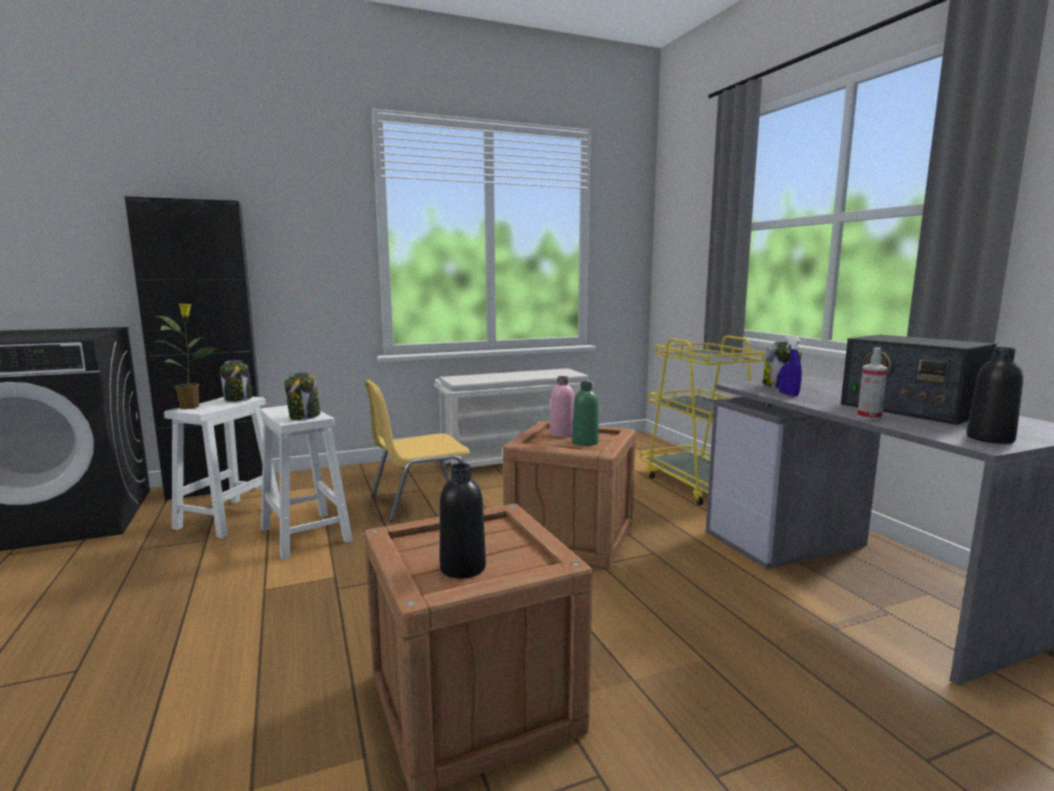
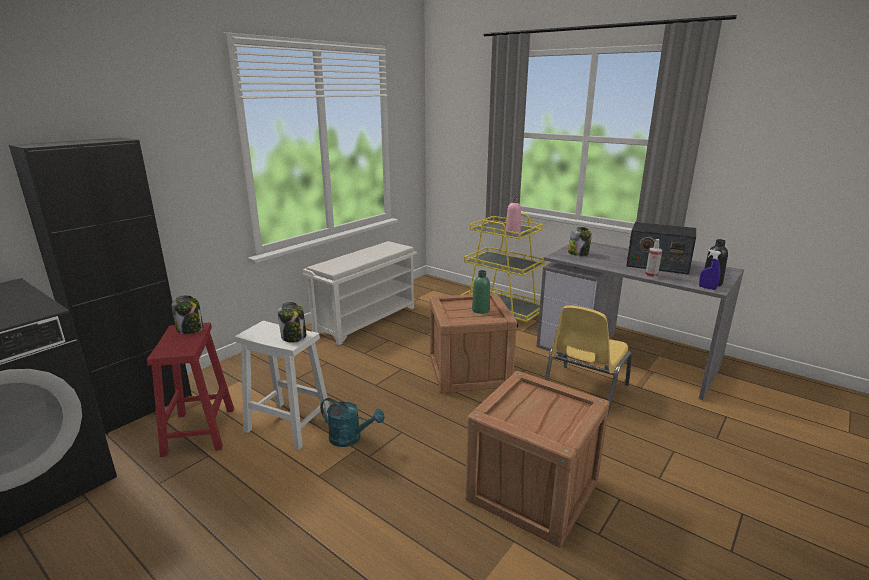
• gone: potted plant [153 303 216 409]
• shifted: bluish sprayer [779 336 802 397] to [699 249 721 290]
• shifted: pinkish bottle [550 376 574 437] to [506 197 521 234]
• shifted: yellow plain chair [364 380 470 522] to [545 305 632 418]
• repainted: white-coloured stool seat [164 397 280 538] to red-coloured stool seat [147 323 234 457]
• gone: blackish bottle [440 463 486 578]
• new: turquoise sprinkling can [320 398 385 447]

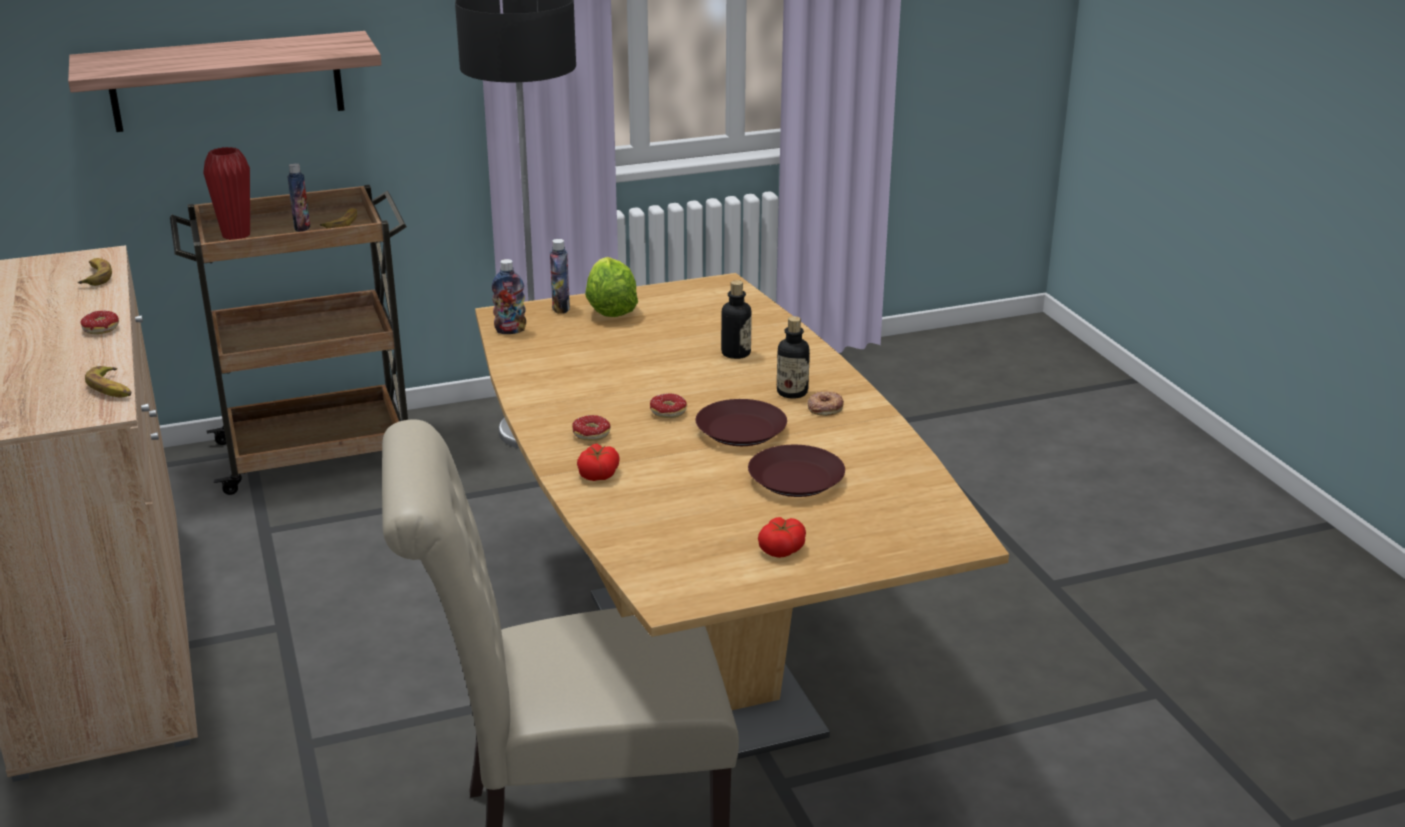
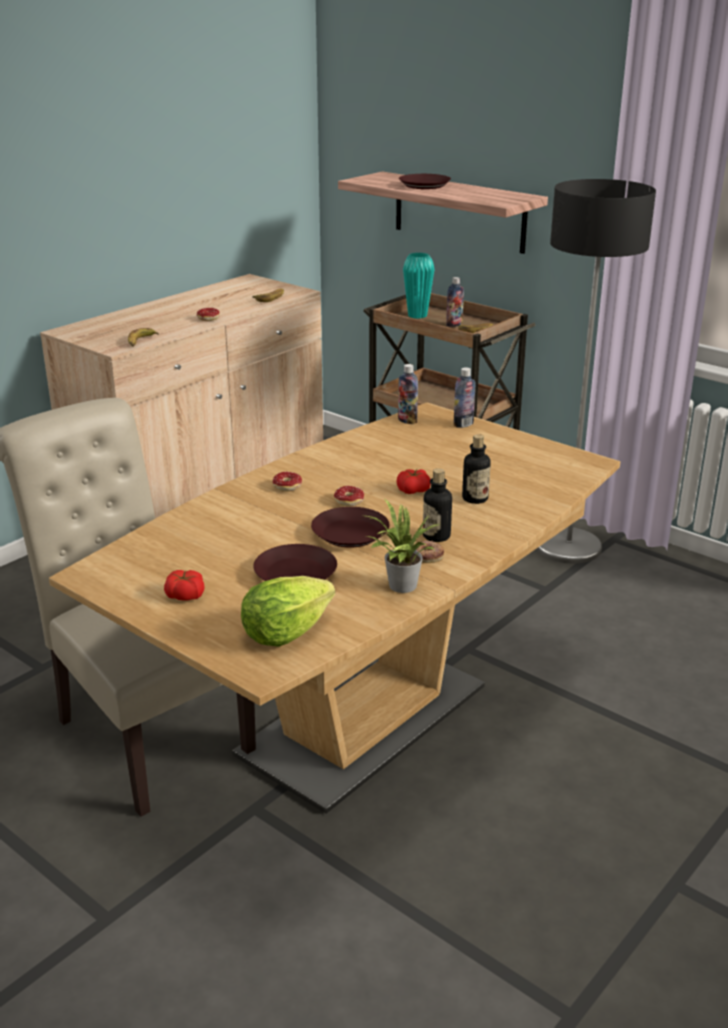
• repainted: red-coloured flower vase [203 147 250 240] to turquoise flower vase [403 253 435 319]
• shifted: head of lettuce [585 257 638 317] to [241 576 335 647]
• shifted: fresh tomato [577 444 620 481] to [396 469 431 494]
• new: brown flat dish [399 174 451 189]
• new: potted plant [366 499 439 593]

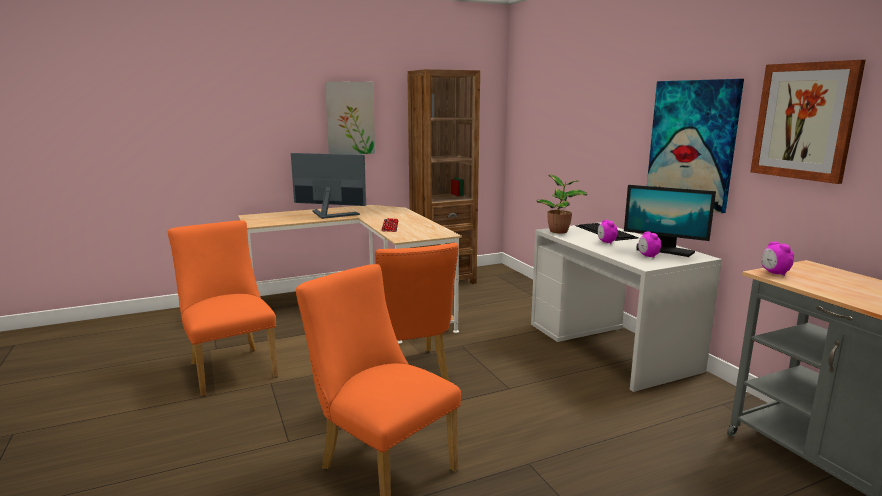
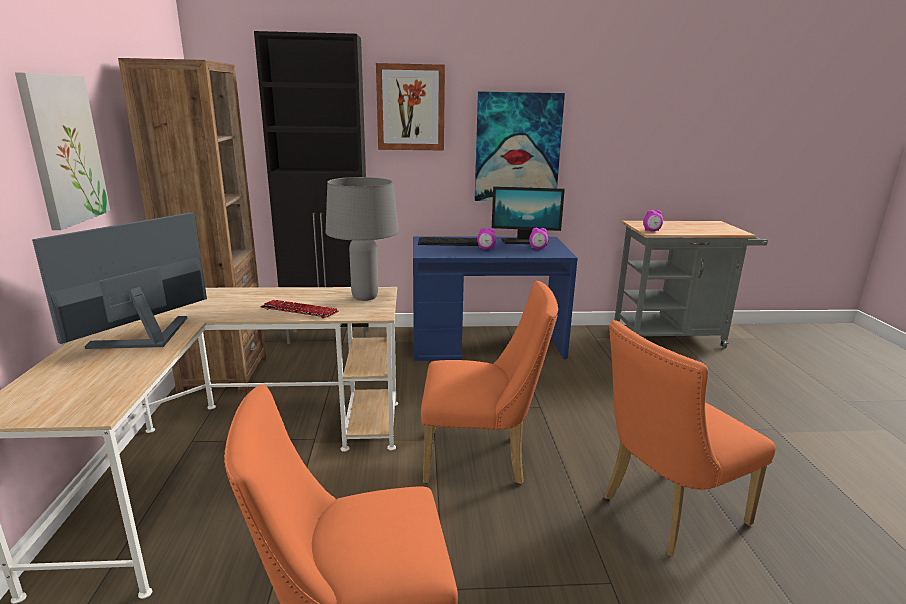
• shifted: wall art [750 60 866 184] to [376 63 445 150]
• gone: potted plant [536 174 588 233]
• rotated: monitor [624 185 716 257] = [492 186 565 246] 45 degrees clockwise
• repainted: white-coloured desk [531 222 722 392] to bluish desk [413 237 578 361]
• new: blackish cabinet [254 31 369 344]
• new: gray lamp for a table [326 177 399 301]

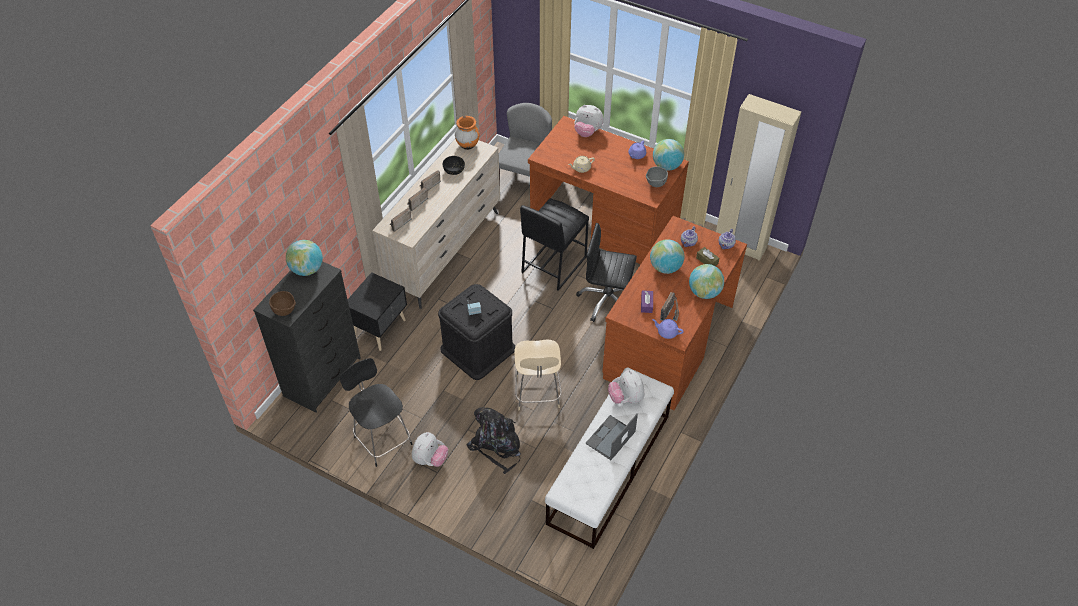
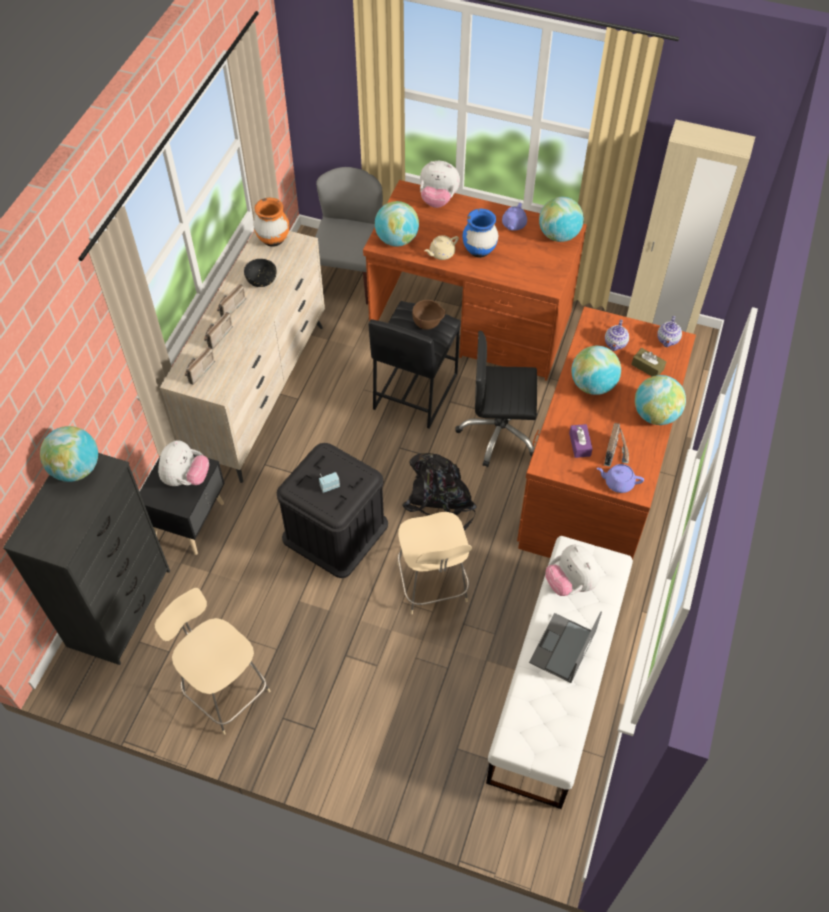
• gone: gray bowl [646 166 668 187]
• shifted: brown bowl [269 291 296 316] to [412 300 445 330]
• repainted: blackish plain chair [340 358 413 467] to beige plain chair [154 588 271 735]
• shifted: blackish rucksack [467 407 521 474] to [402 453 477 531]
• shifted: plush toy [412 432 448 467] to [158 440 209 486]
• new: globe [375 201 419 246]
• new: bluish flower vase [463 209 498 258]

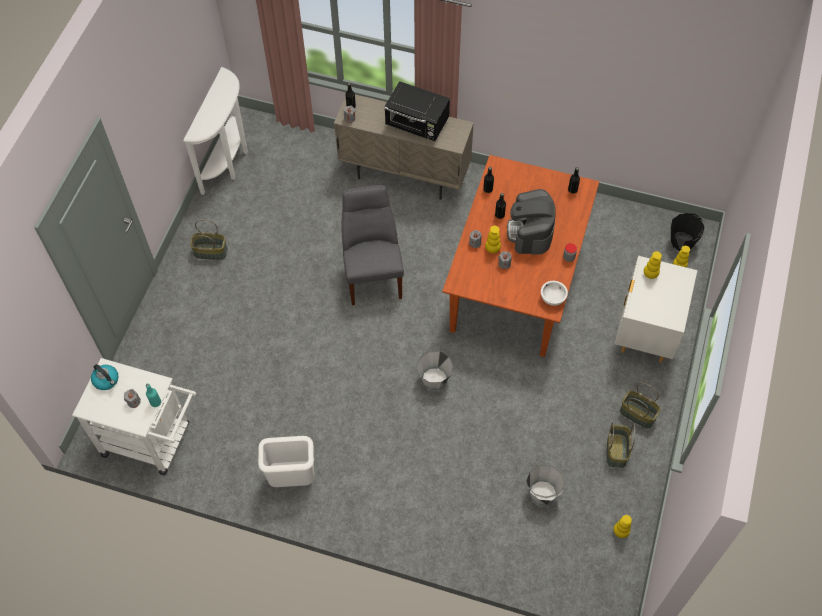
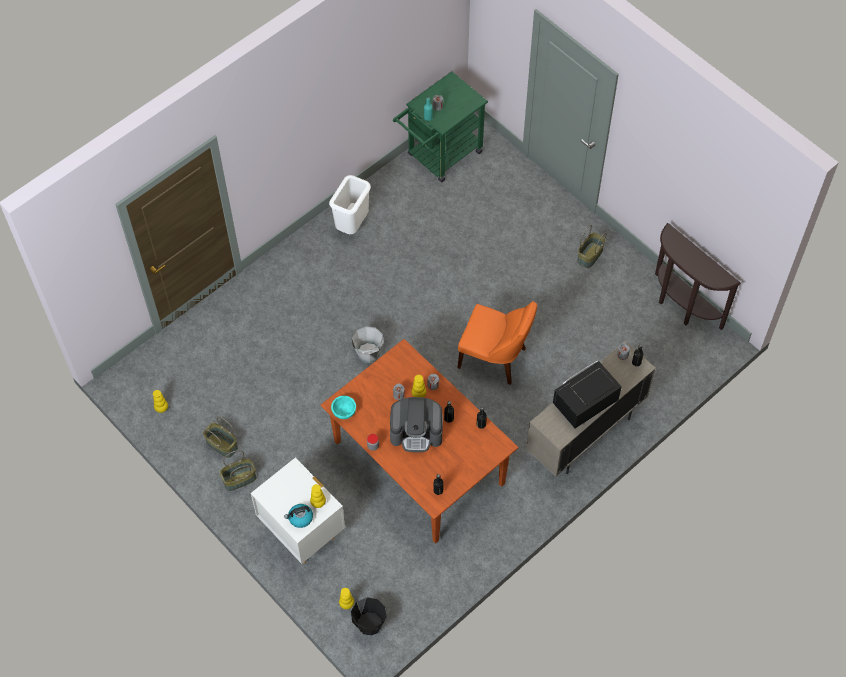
• repainted: white-coloured narrow table [183 67 248 195] to brown narrow table [655 223 741 330]
• repainted: gray plain chair [341 185 404 305] to orange plain chair [458 301 537 385]
• rotated: coffee machine [507 189 556 255] = [390 397 443 452] 150 degrees clockwise
• repainted: white-coloured bowl [541 281 568 306] to turquoise bowl [331 396 356 419]
• repainted: white-coloured wheeled cart [72 358 196 475] to greenish wheeled cart [393 71 488 182]
• shifted: kettle [91 364 118 390] to [284 504 313 528]
• gone: gray water bucket [526 465 565 506]

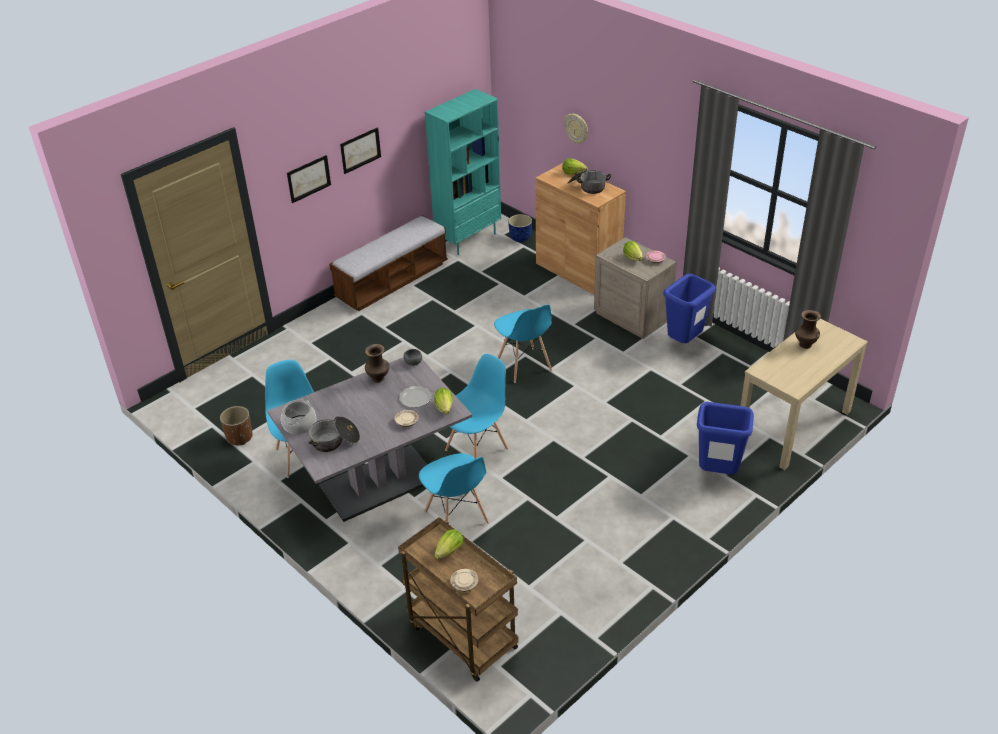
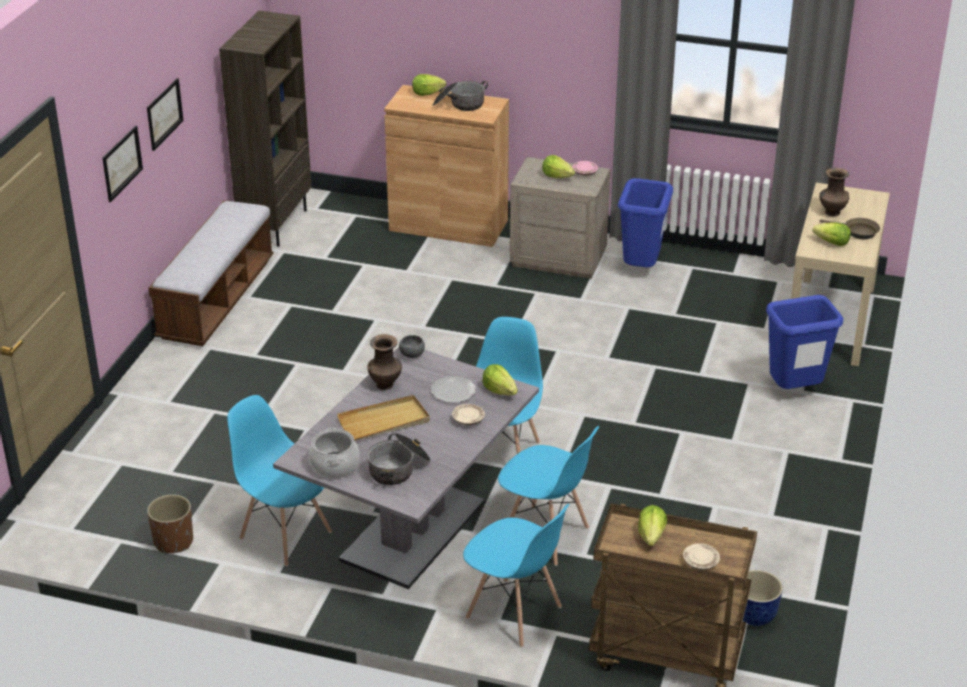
• repainted: turquoise bookshelf [425 89 501 255] to brown bookshelf [219 10 312 247]
• gone: wall clock [564 114 588 144]
• shifted: planter [508 214 532 242] to [743 570 783 626]
• shifted: bluish plain chair [494 304 552 383] to [463 504 569 648]
• new: brown frying pan [820 218 880 239]
• new: head of lettuce [812 222 851 246]
• new: beige tray [337 395 430 441]

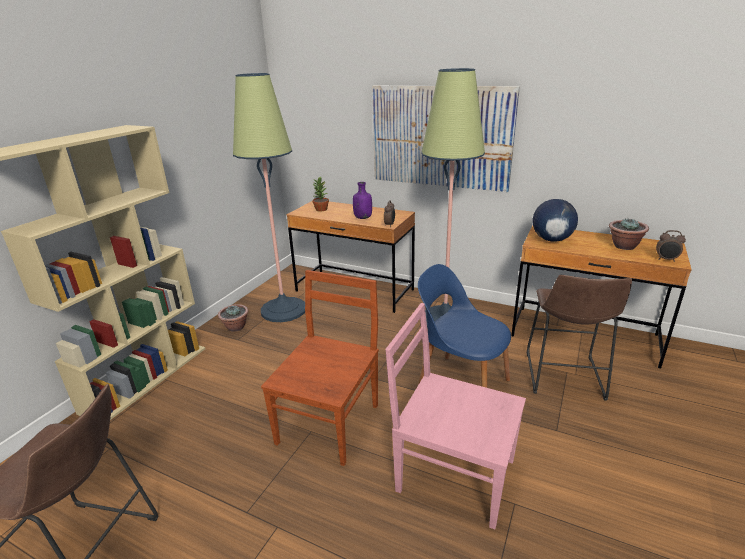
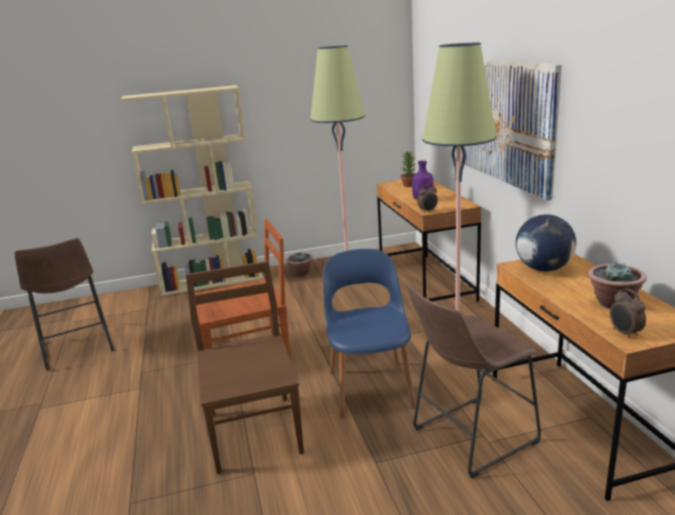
• repainted: pinkish plain chair [385 303 526 529] to brown plain chair [186 261 304 474]

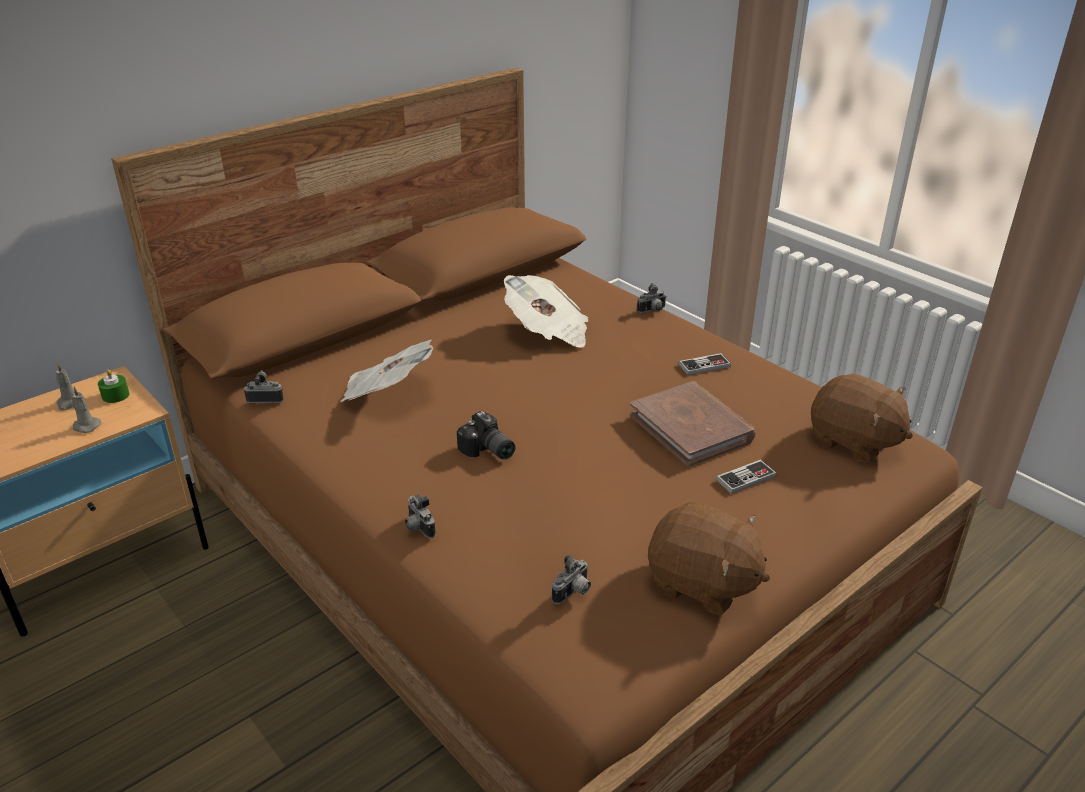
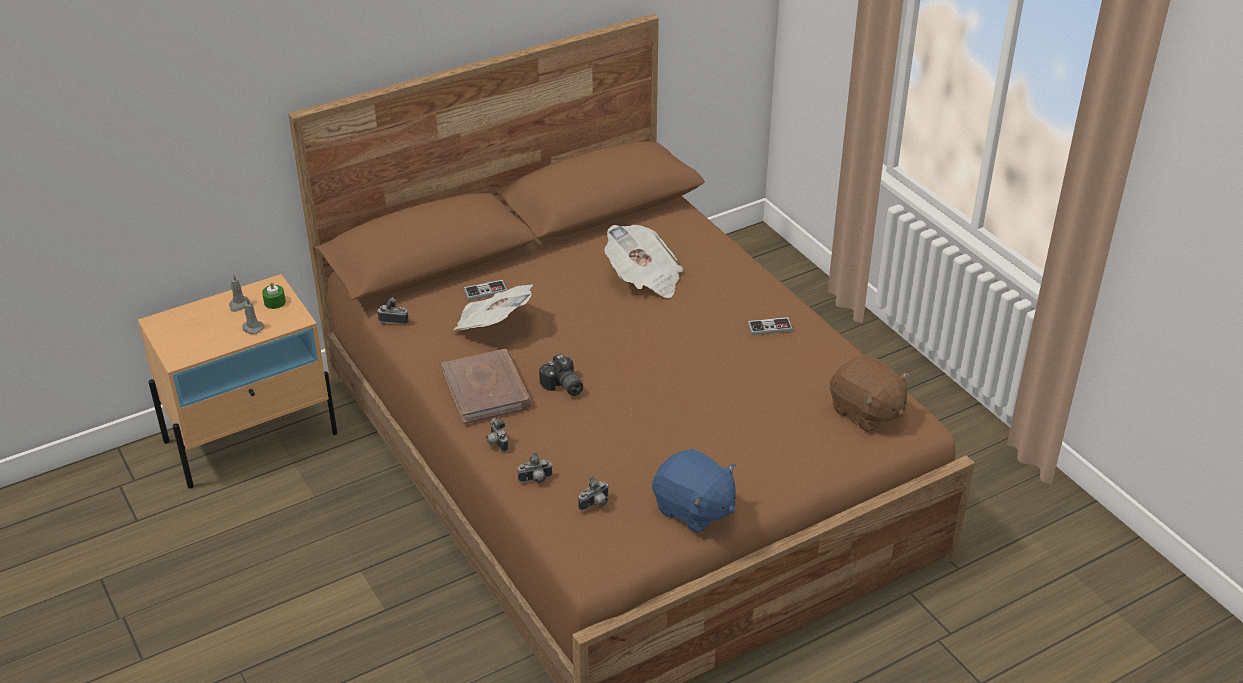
• shifted: still camera [637 283 667 313] to [518 452 553 483]
• shifted: brown book [630 381 756 467] to [442 349 532 424]
• shifted: game controller [716 460 777 494] to [464 280 507 301]
• repainted: brown plush toy [648 501 770 615] to bluish plush toy [652 449 736 533]

